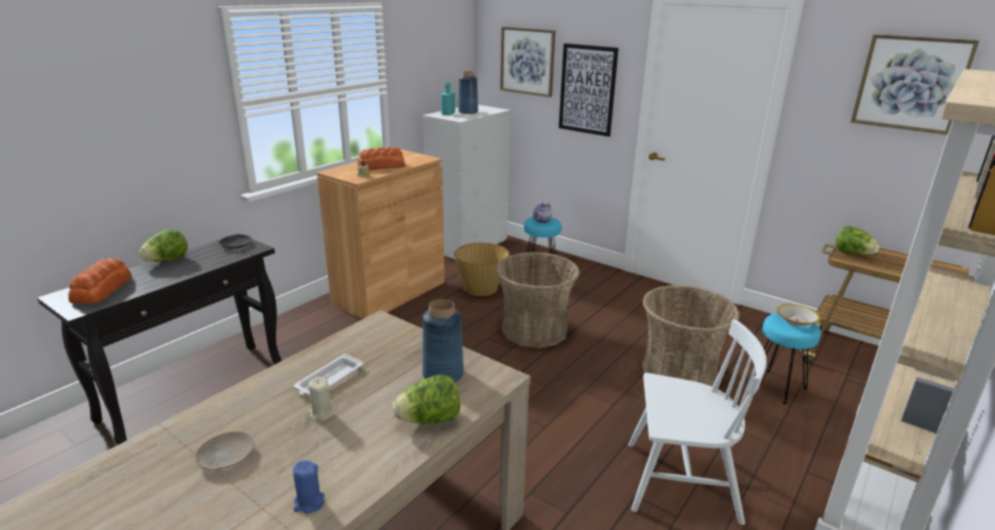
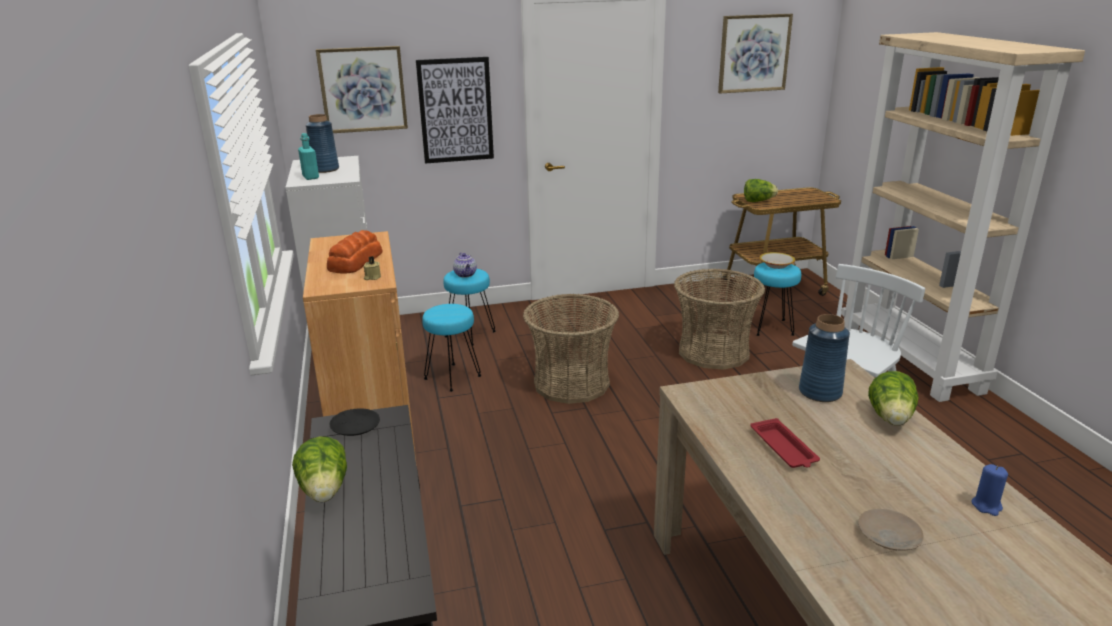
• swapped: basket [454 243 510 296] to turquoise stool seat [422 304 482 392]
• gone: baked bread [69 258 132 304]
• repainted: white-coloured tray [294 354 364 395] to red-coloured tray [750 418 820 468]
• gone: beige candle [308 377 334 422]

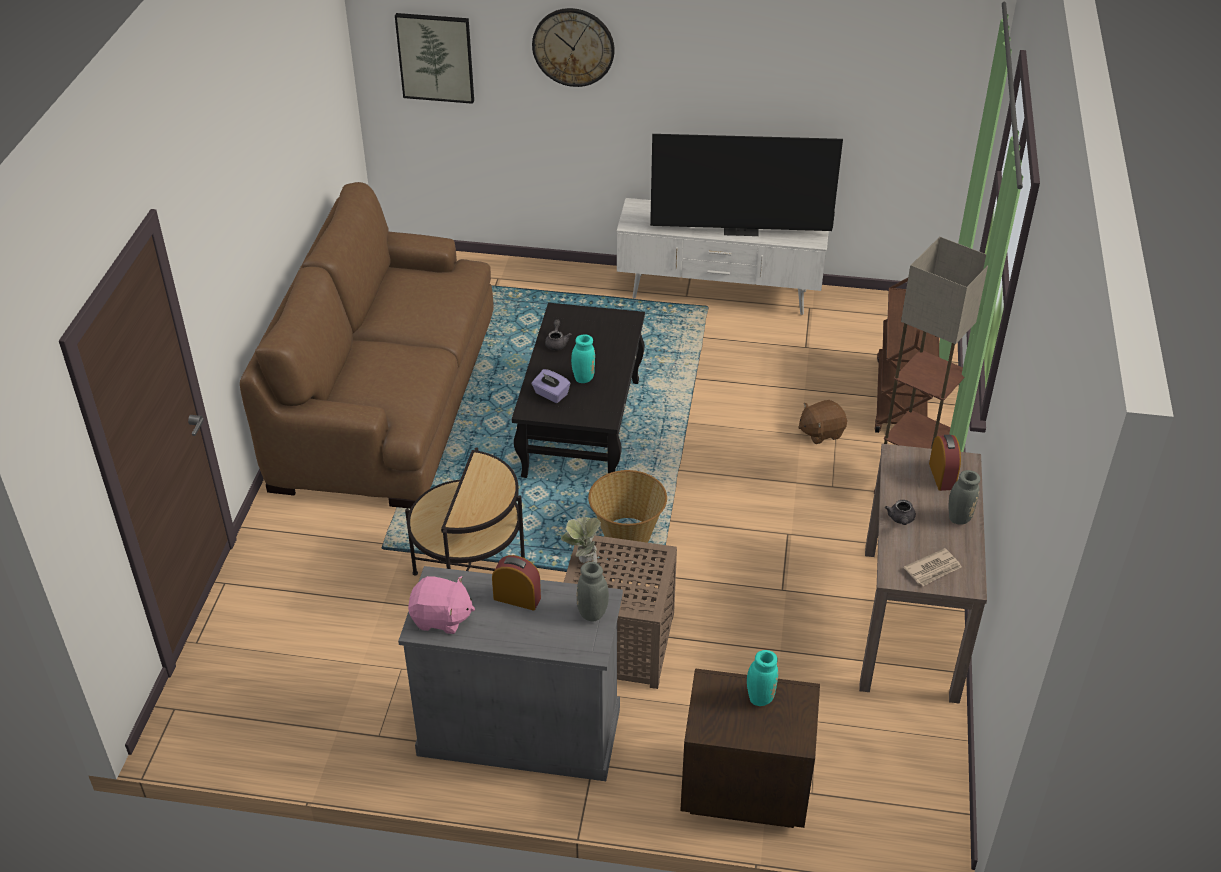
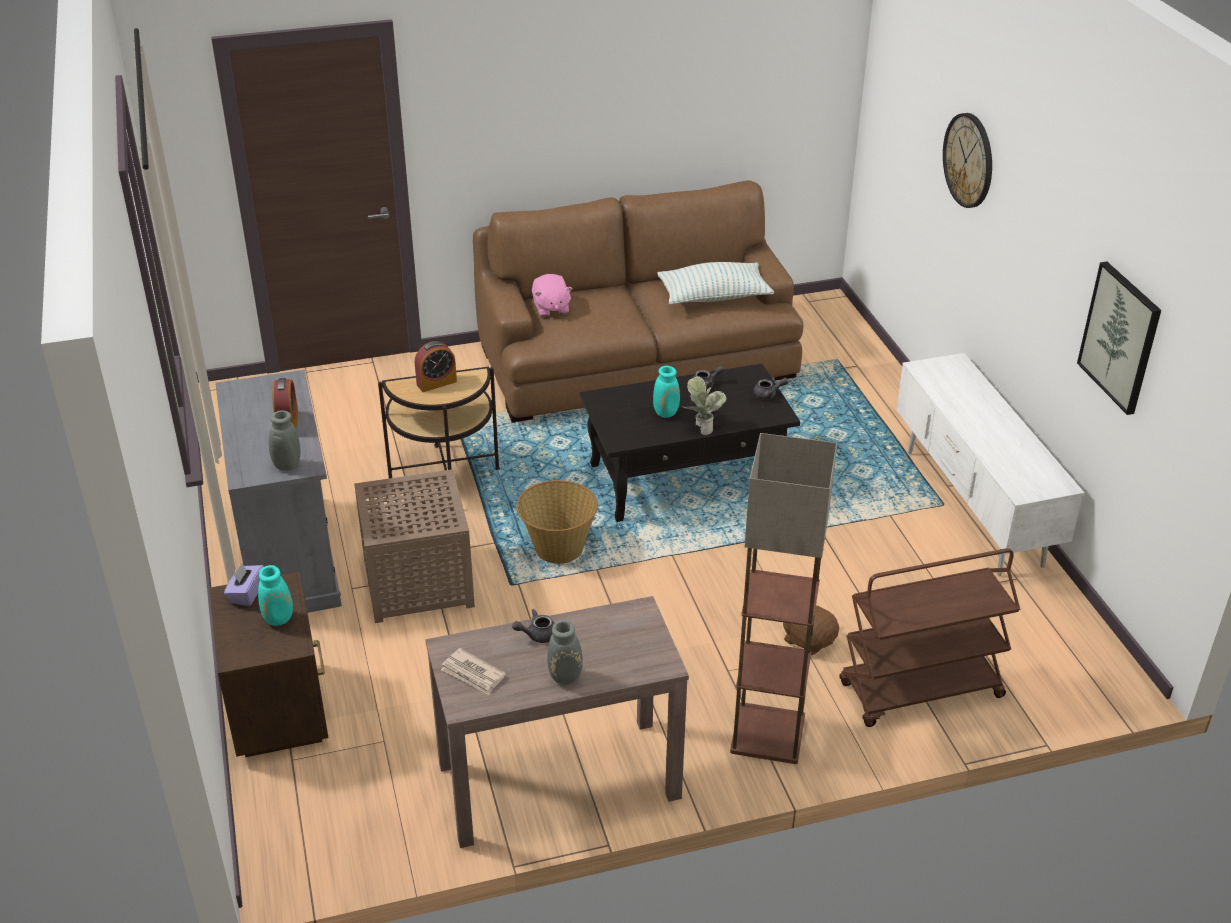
• shifted: wall art [395 13 474 104] to [1077 261 1161 415]
• gone: television [650 134 843 236]
• shifted: purplish tissue holder [532 369 570 403] to [224 563 264 606]
• shifted: bedside clock [929 435 961 491] to [415 341 457 392]
• shifted: potted plant [561 517 601 563] to [681 376 726 435]
• shifted: pinkish plush toy [408 576 475 634] to [532 274 573 317]
• new: throw pillow [657 262 774 305]
• new: gray pot for tea [753 378 789 399]

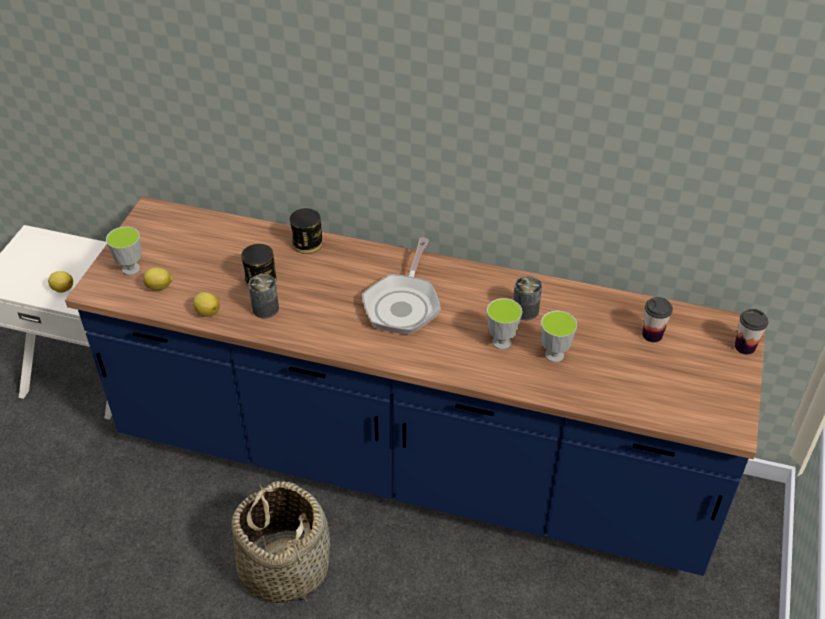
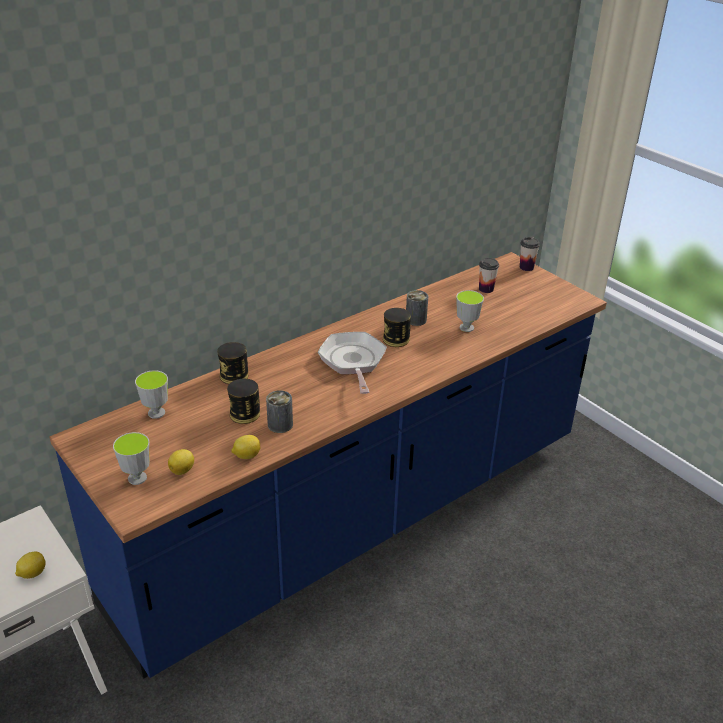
• rotated: frying pan [362 238 441 335] = [318 332 387 394] 150 degrees counterclockwise
• shifted: small cup [487 298 522 350] to [135 370 168 419]
• gone: basket [231 481 330 604]
• new: sealed can [383 308 411 347]

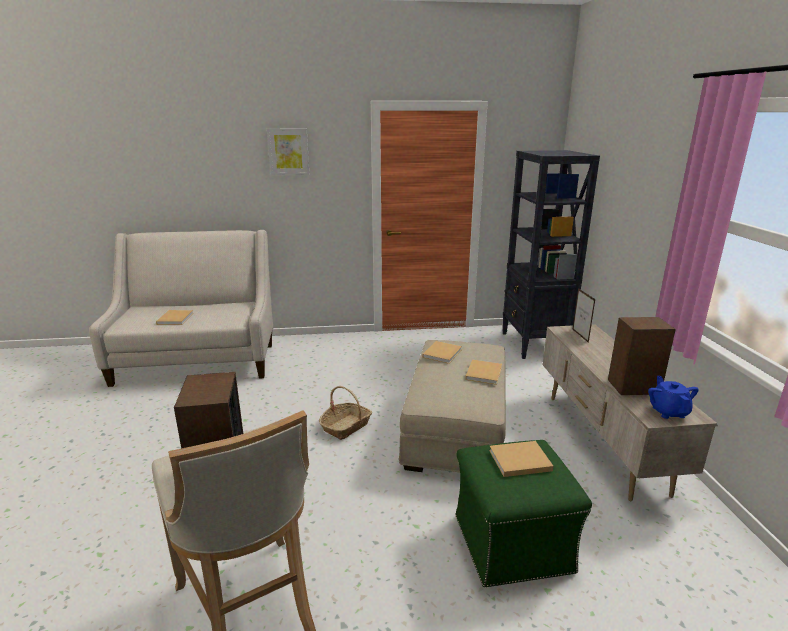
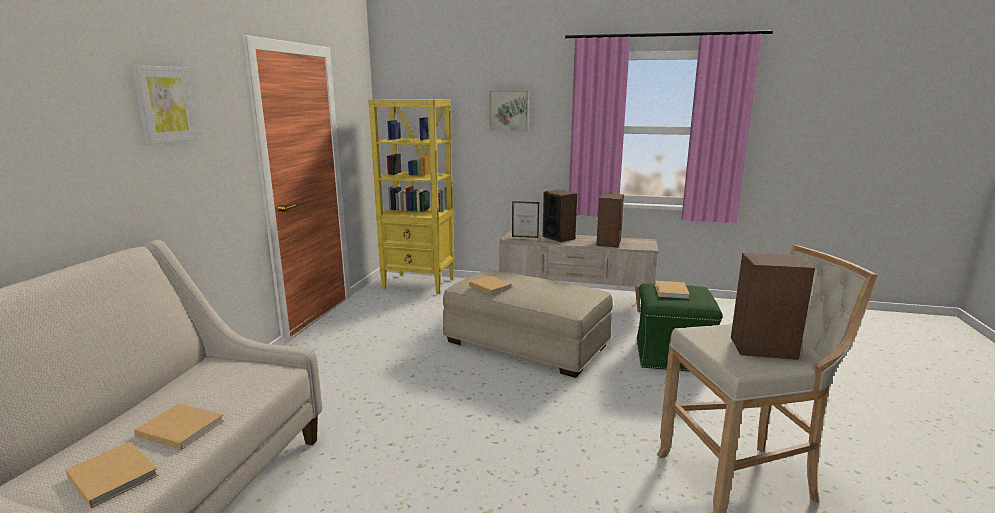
• repainted: blackish bookshelf [502 150 600 359] to yellow bookshelf [368 99 454 294]
• shifted: beige book [465 360 502 385] to [66 442 159 508]
• gone: bluish pot for tea [648 376 699 419]
• gone: basket [319 386 372 440]
• new: wall art [489 90 529 131]
• new: loudspeaker [543 190 577 242]

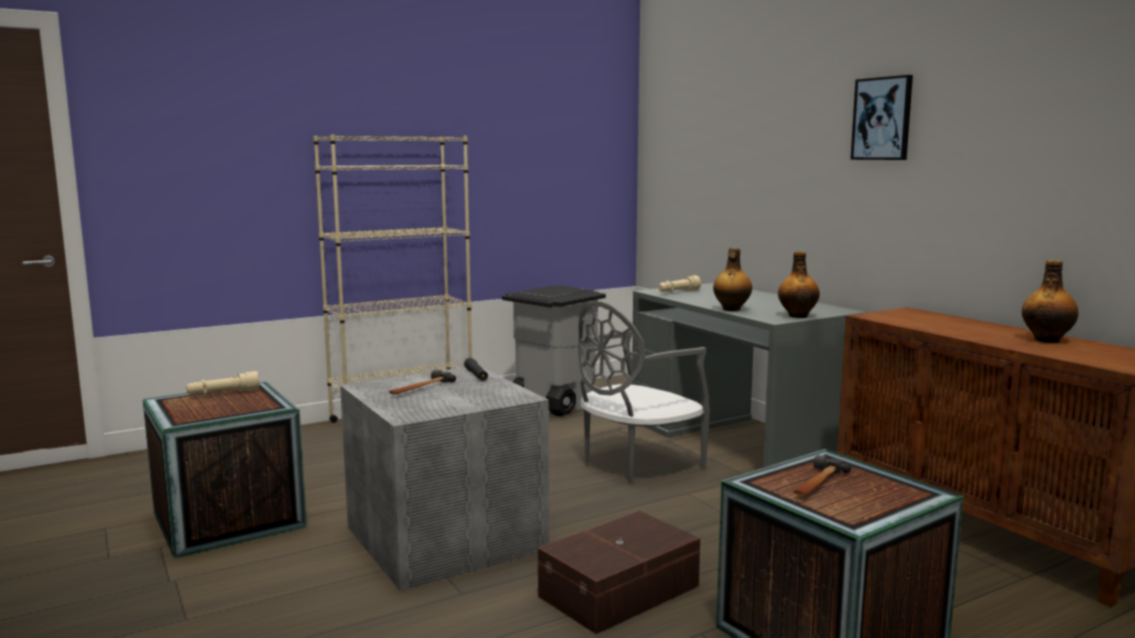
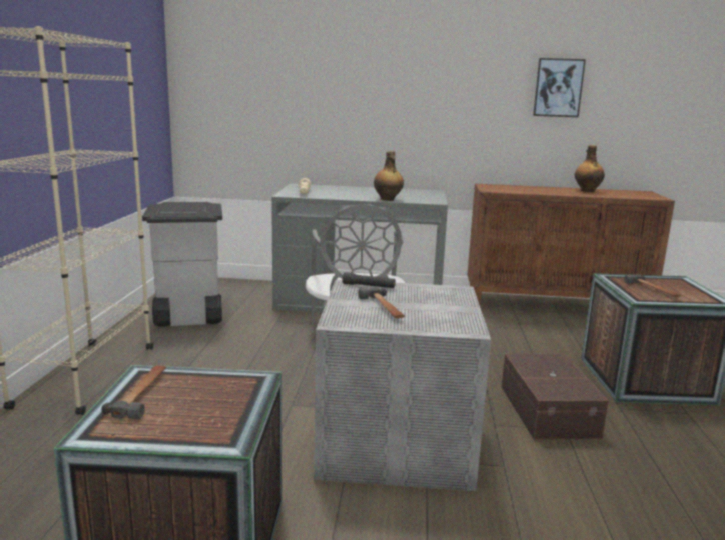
• shifted: wall art [851 75 913 160] to [533 58 586 117]
• gone: bottle [778 251 820 318]
• swapped: beige flashlight [186 371 260 395] to hammer [101 365 166 419]

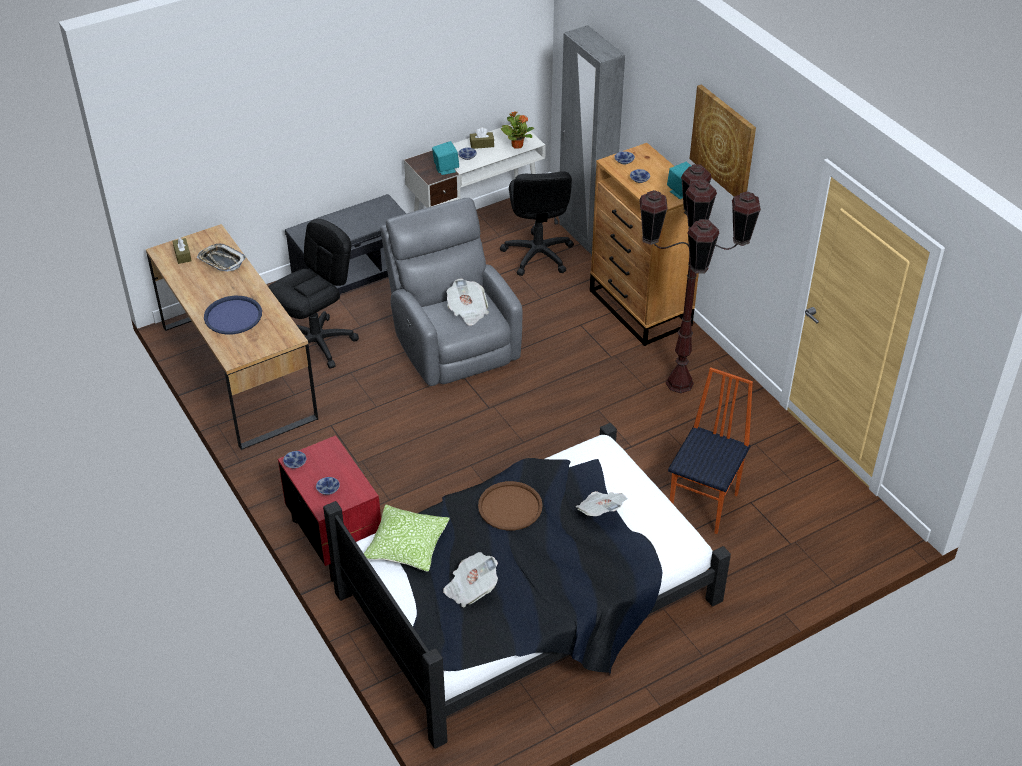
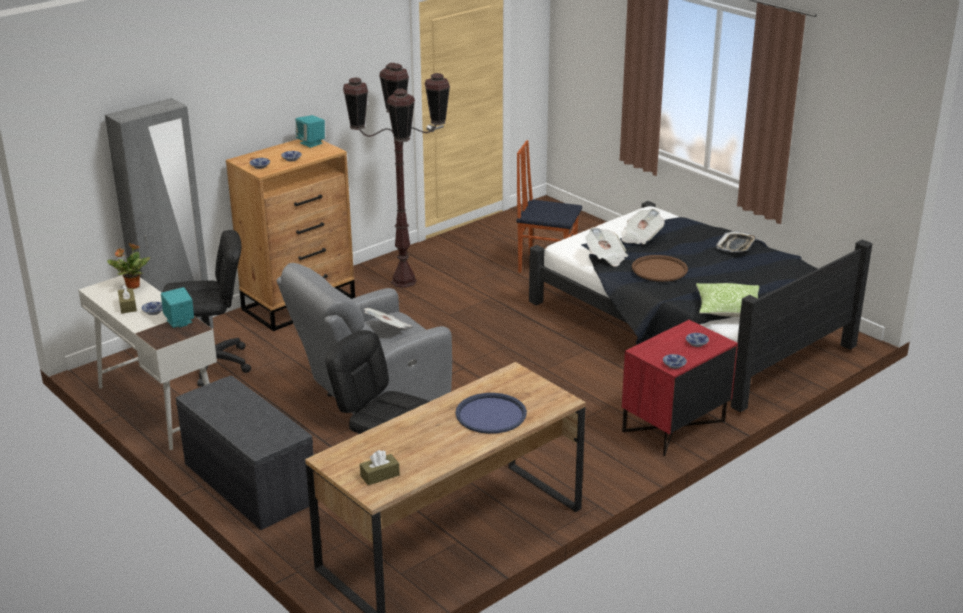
• gone: wall art [690 84 756 196]
• shifted: tray [197 244 246 272] to [716 231 757 252]
• shifted: printed paper [443 552 498 608] to [585 227 628 267]

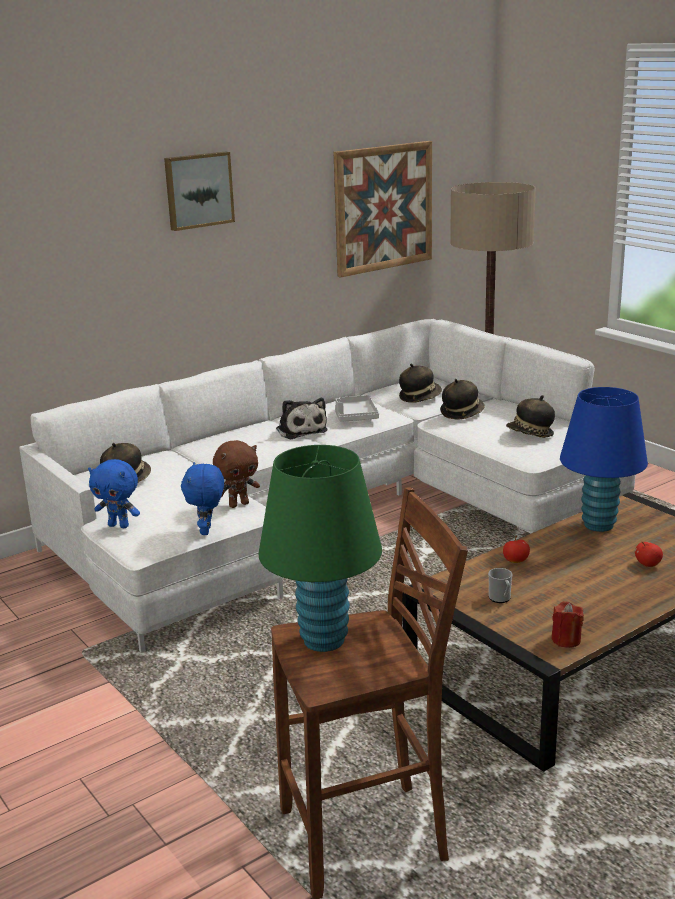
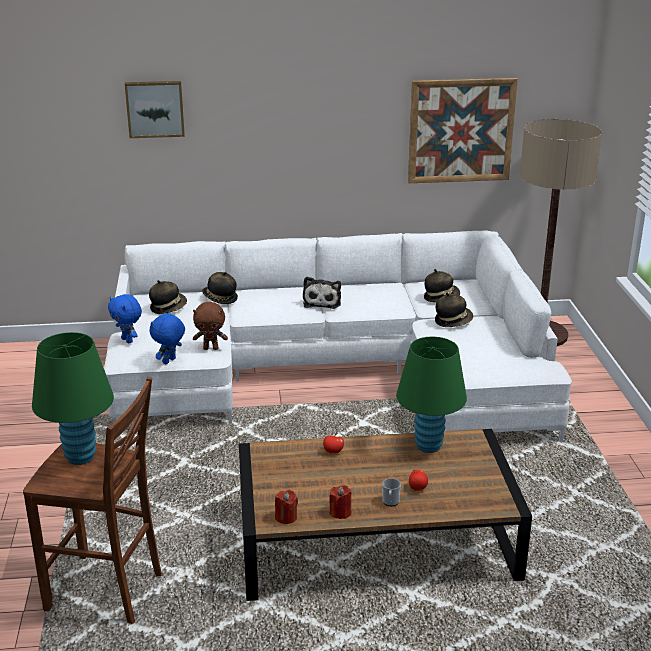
• shifted: wall art [164 152 235 231] to [125 81 185 138]
• repainted: bluish lamp for a table [560 387 648 532] to greenish lamp for a table [396 337 467 453]
• gone: gray tray [335 395 379 422]
• shifted: wearable hat [506 395 555 438] to [202 272 238 304]
• shifted: mug [488 568 513 603] to [382 478 401 506]
• new: red-coloured candle [329 485 351 519]

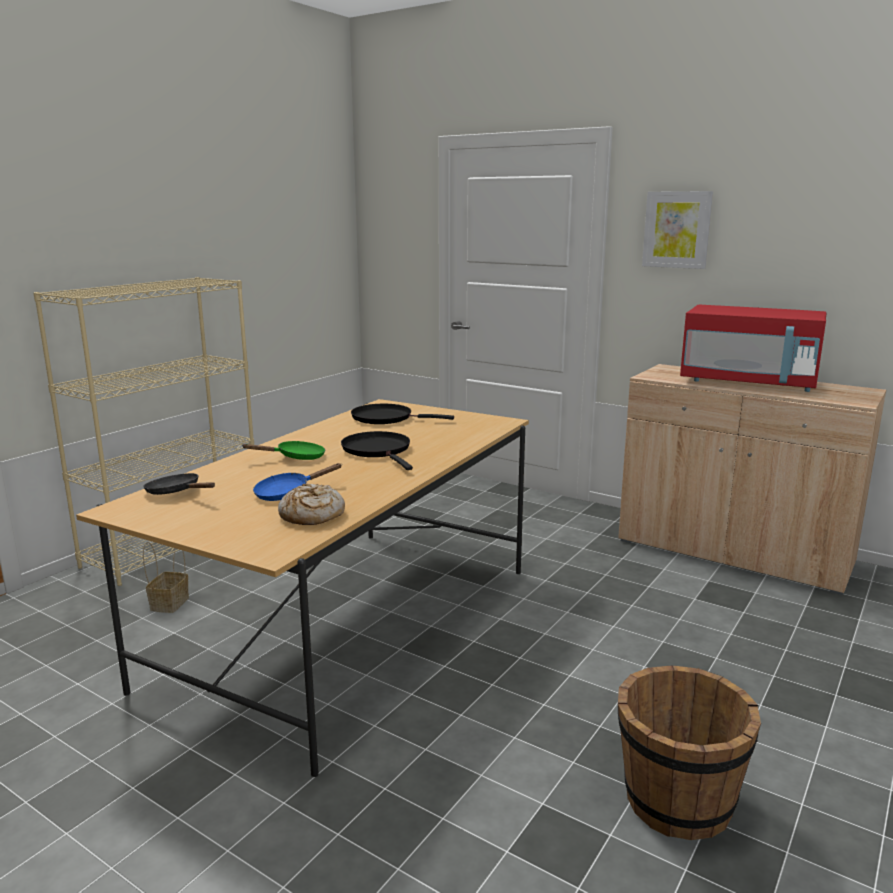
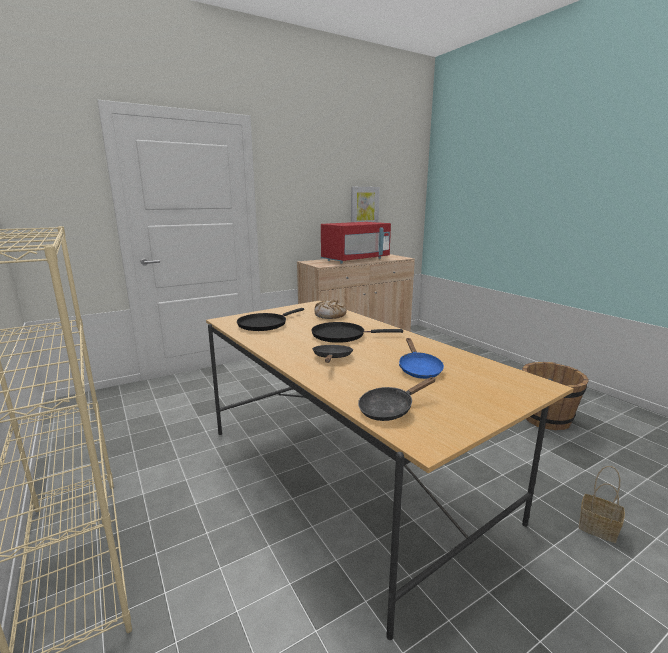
• shifted: wall art [642 191 713 269] to [351 187 380 223]
• repainted: greenish frying pan [241 441 325 460] to blackish frying pan [312 345 353 363]
• shifted: baked bread [278 484 345 525] to [315 300 347 319]
• shifted: basket [143 542 189 613] to [579 466 625 543]

